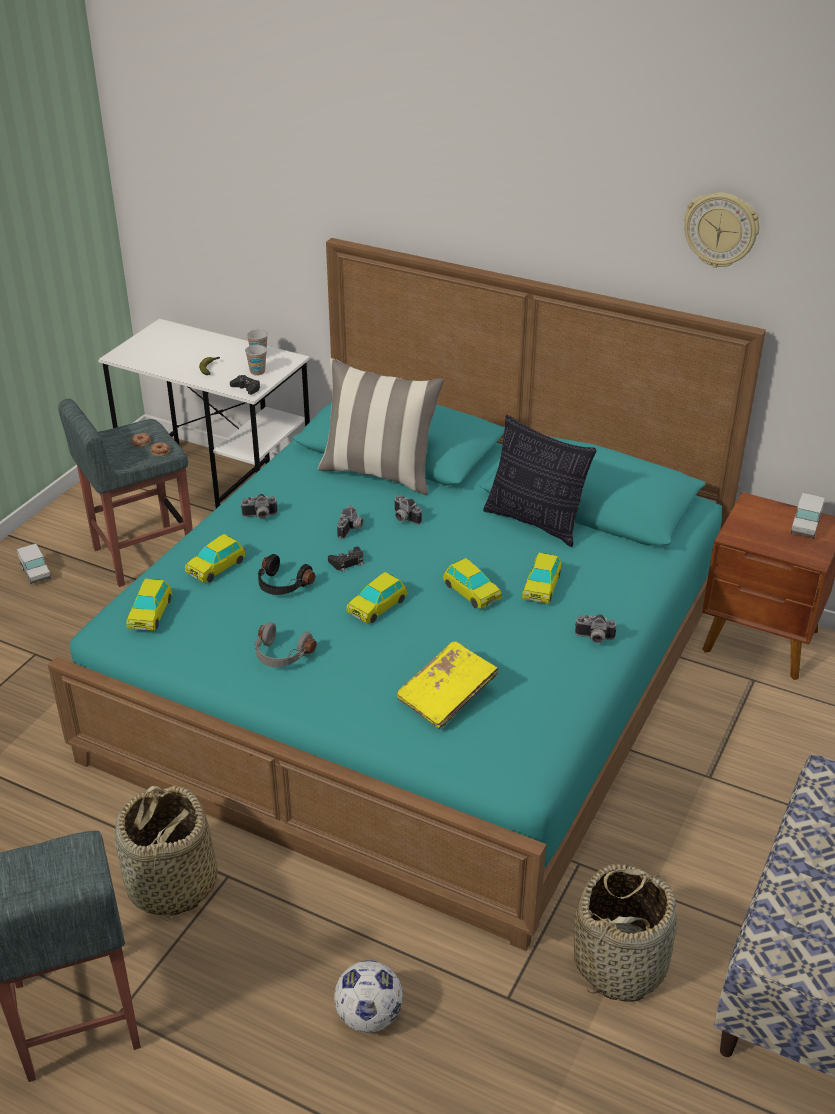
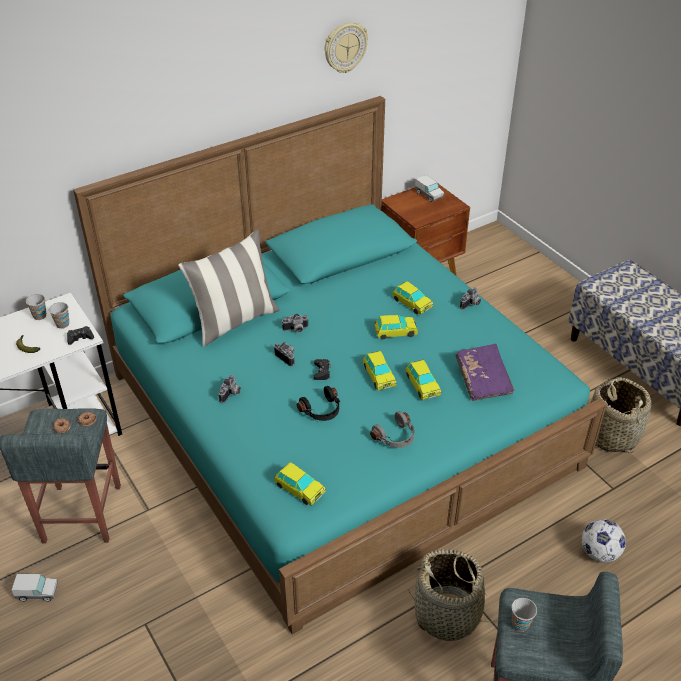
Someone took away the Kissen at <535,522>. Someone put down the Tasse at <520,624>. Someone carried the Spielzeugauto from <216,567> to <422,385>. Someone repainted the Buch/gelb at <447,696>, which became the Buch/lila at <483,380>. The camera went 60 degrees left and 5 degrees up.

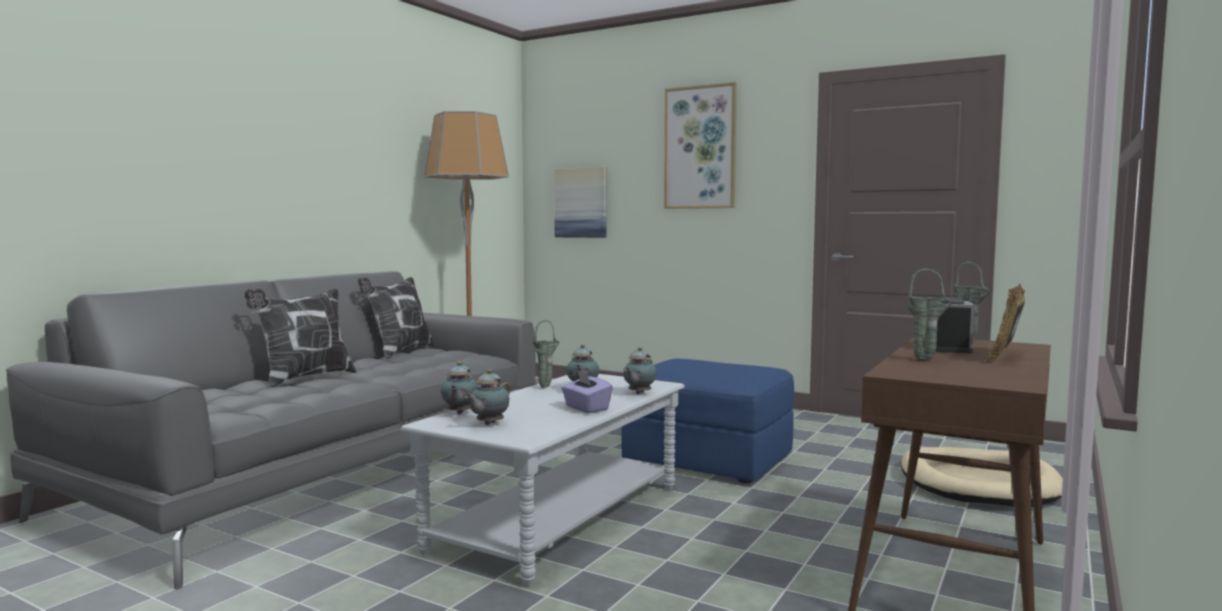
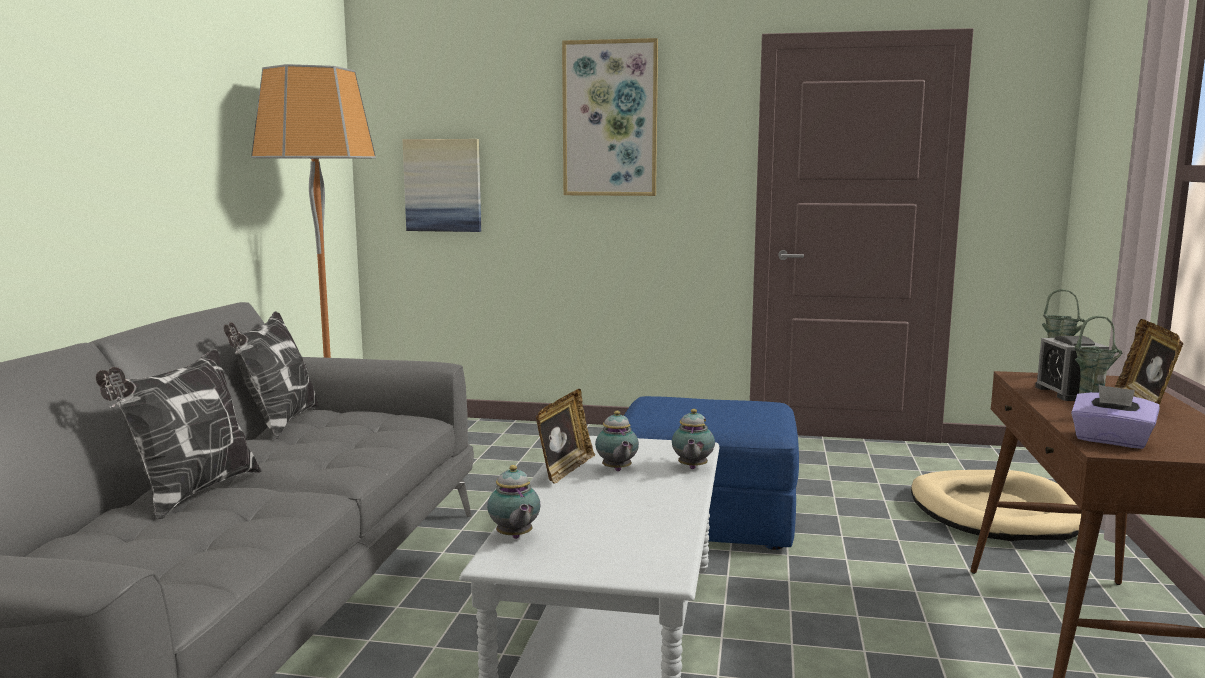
Someone took away the Teekanne at <488,424>. Someone carried the Taschentuchbox/lila from <586,408> to <1111,440>. Someone swapped the Vase/grün at <546,387> for the Bilderrahmen at <565,469>. The camera went 20 degrees left and 5 degrees up.

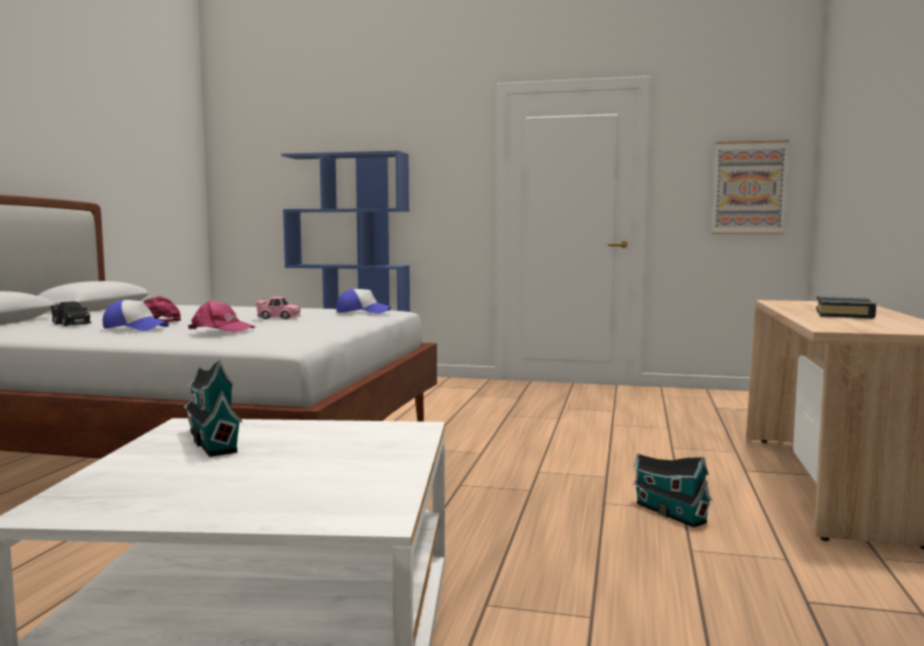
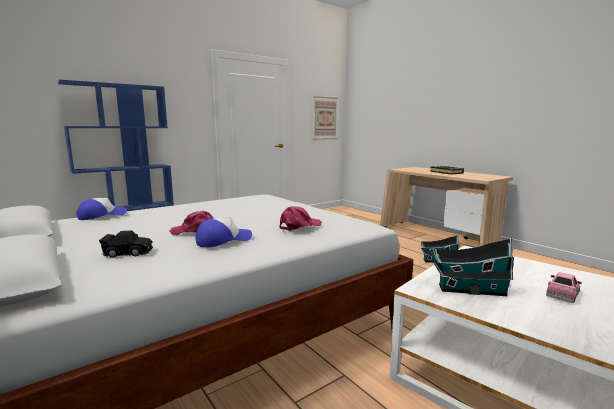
Someone carried the Spielzeugauto/rosa from <279,317> to <562,294>. Someone carried the Kappe from <363,312> to <102,216>. The camera went 50 degrees left and 5 degrees up.

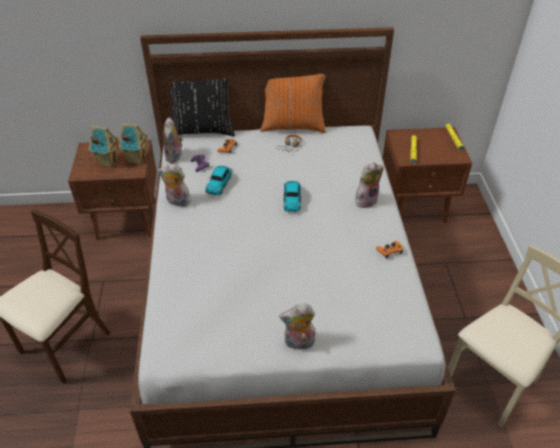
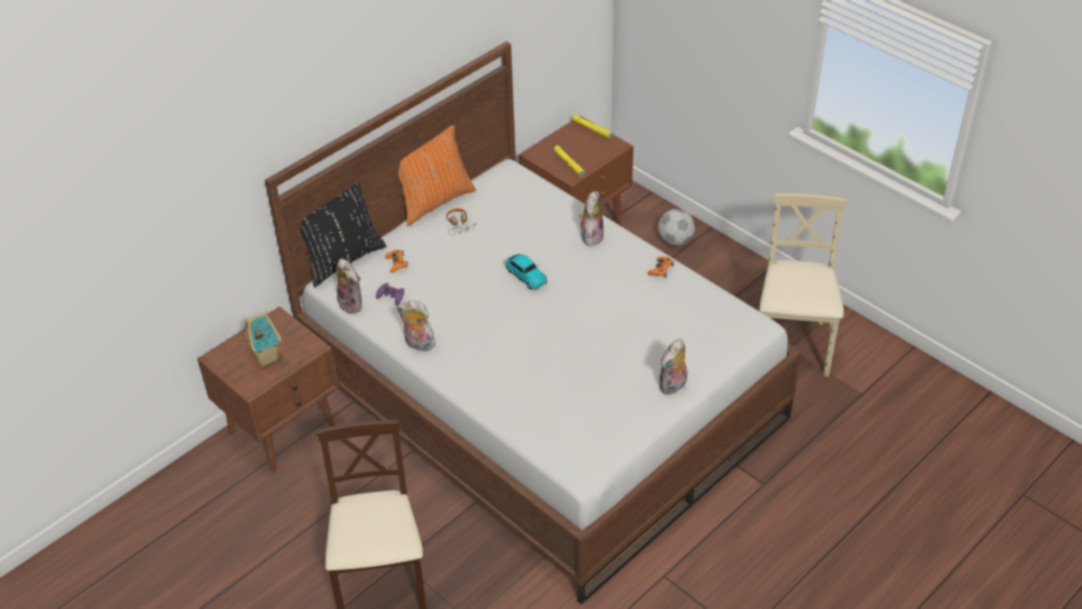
Someone took away the Spielzeughaus at <136,159>. Someone took away the Spielzeugauto at <219,183>. Someone put down the Fußball at <676,240>. Someone rotated the Plüschtier at <177,202> by 45 degrees clockwise. The camera went 40 degrees left and 0 degrees up.

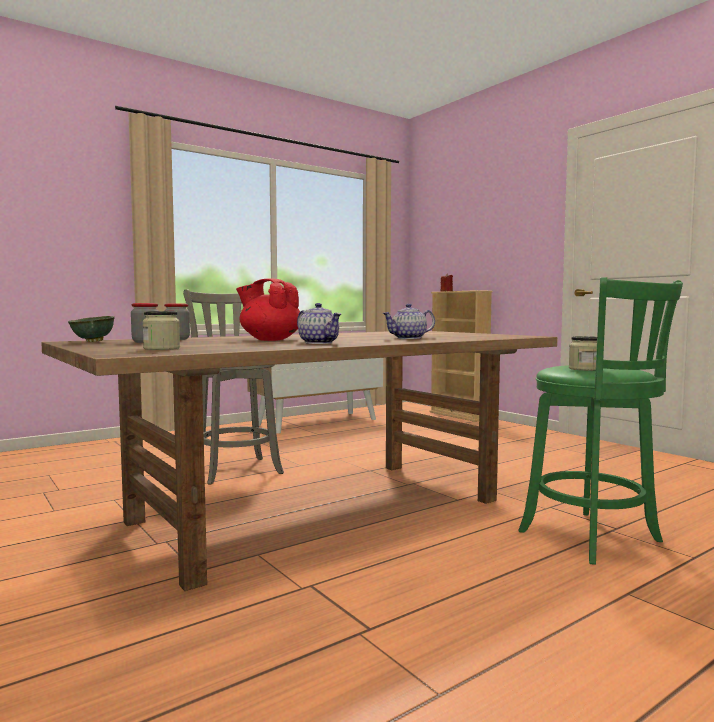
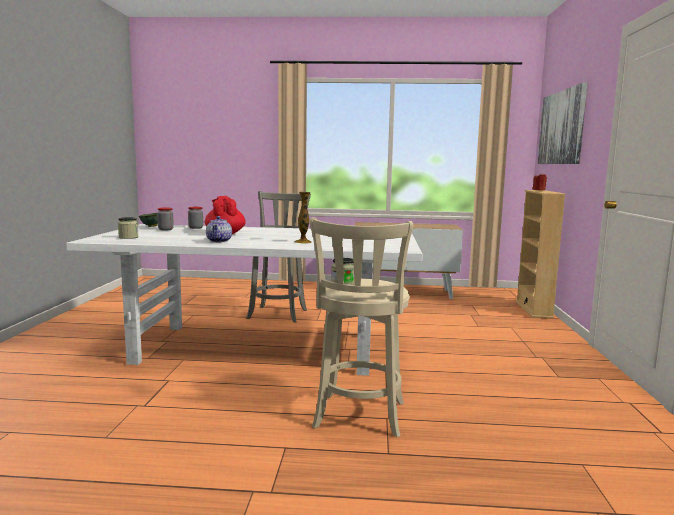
Someone put up the Bild at <562,127>. Someone swapped the Teekanne at <408,338> for the Vase at <303,242>. Someone repainted the Esstisch/braun at <322,510>, which became the Esstisch/weiß at <261,348>. Someone repainted the Hocker/grün at <595,539>, which became the Hocker/beige at <359,417>. The camera went 40 degrees right and 5 degrees up.

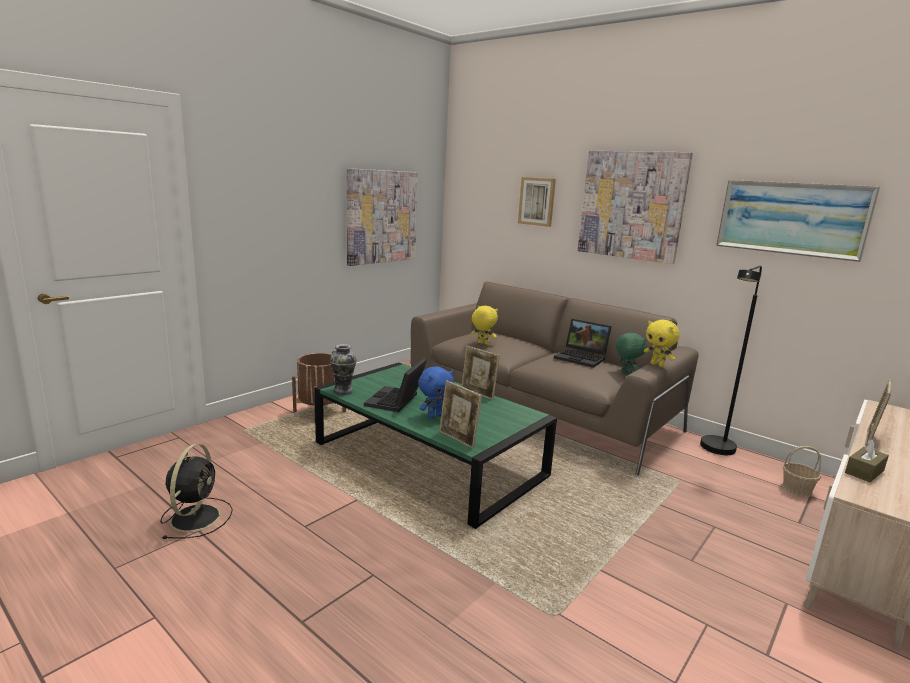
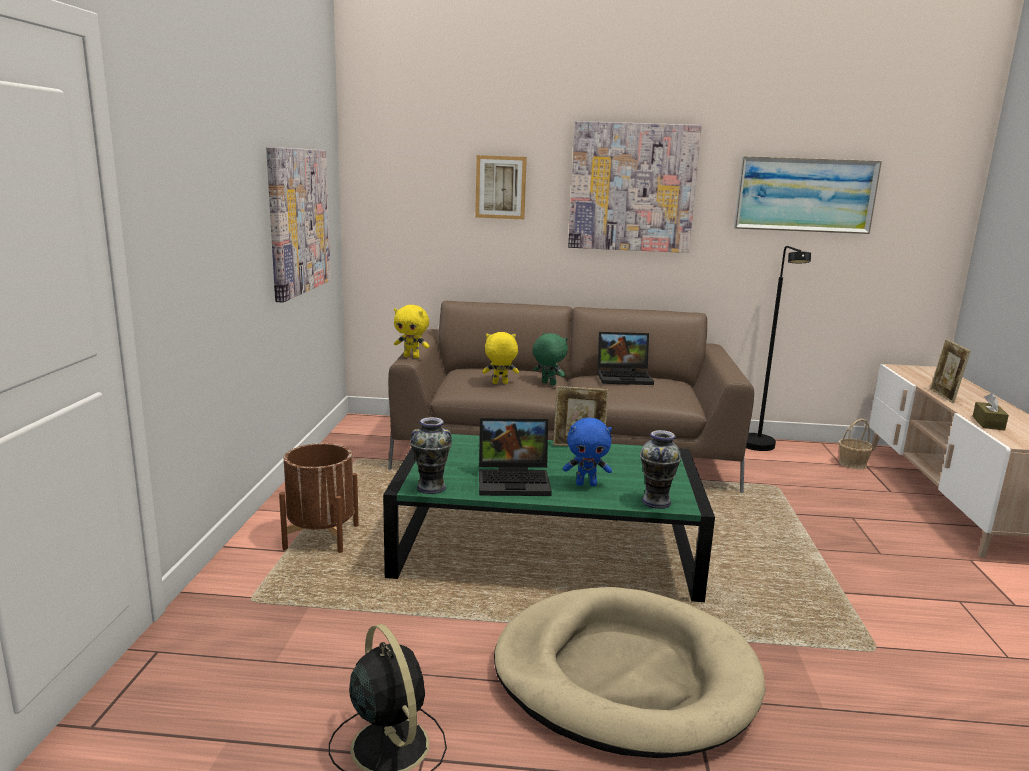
Someone put down the Hundebett/beige at <624,676>. Someone carried the Plüschtier/grün from <626,374> to <548,384>. Someone carried the Plüschtier/gelb from <657,365> to <412,357>. Someone swapped the Bilderrahmen at <458,439> for the Vase at <656,502>. Someone rotated the Laptop at <396,401> by 75 degrees counterclockwise. Someone rotated the Plüschtier/blau at <434,416> by 75 degrees clockwise. The camera went 35 degrees left and 0 degrees up.

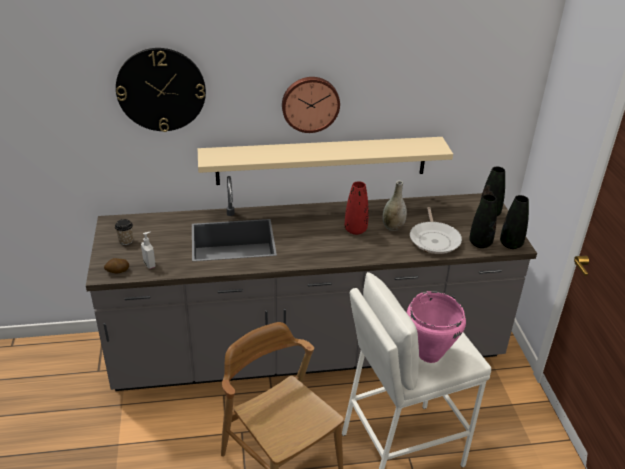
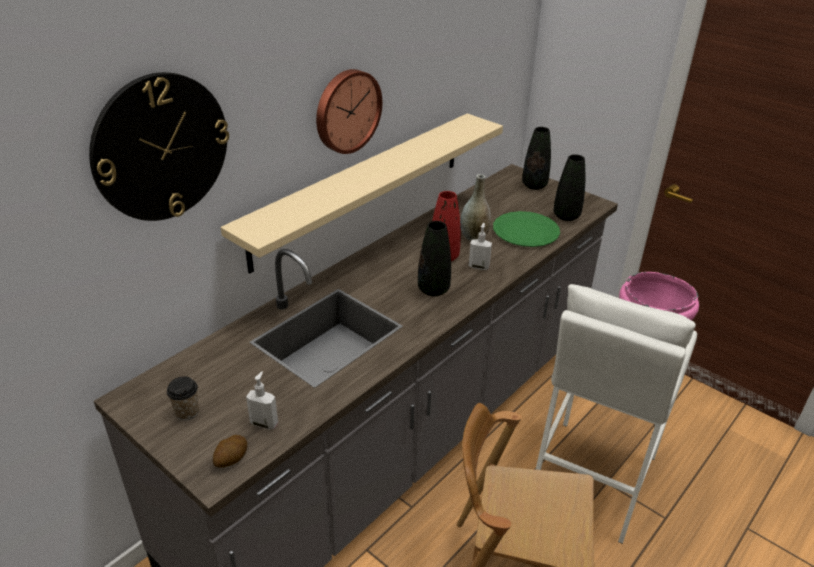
Someone put down the Seifenspender at <479,266>. Someone carried the Vase/schwarz from <510,244> to <433,290>. Someone swapped the Pfanne at <434,239> for the Teller/grün at <526,231>. The camera went 40 degrees left and 0 degrees up.

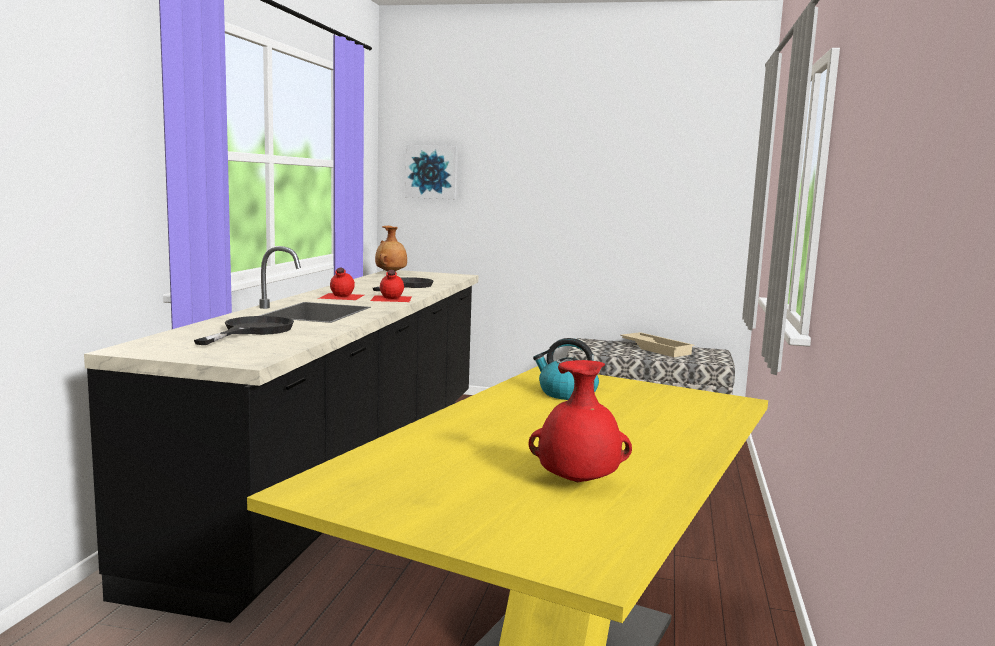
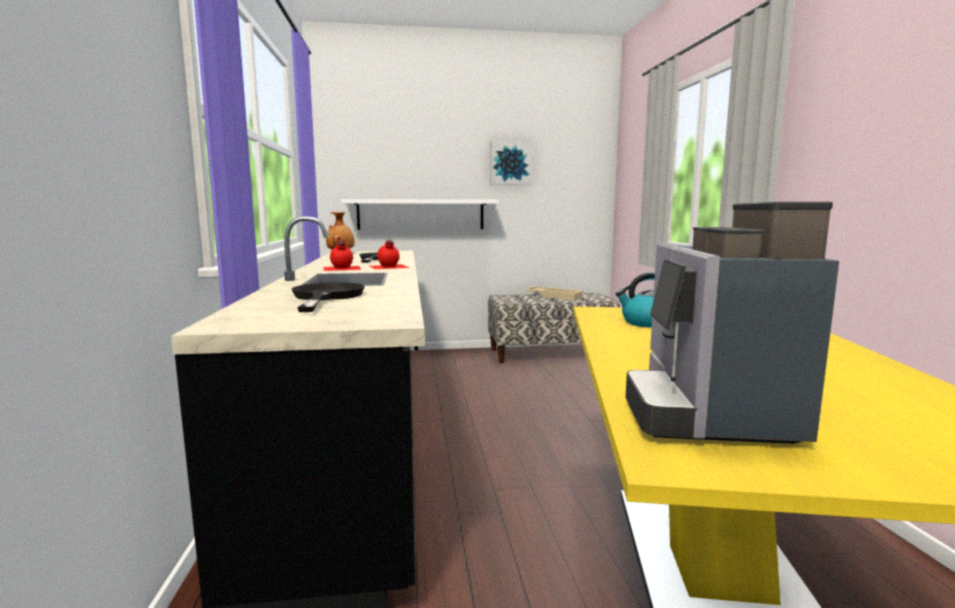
Someone took away the Vase/rot at <578,482>. Someone put up the Wandregal/weiß at <421,214>. Someone put down the Kaffeemaschine at <707,412>. Someone carried the Bild from <432,172> to <510,163>. The camera went 20 degrees left and 0 degrees up.

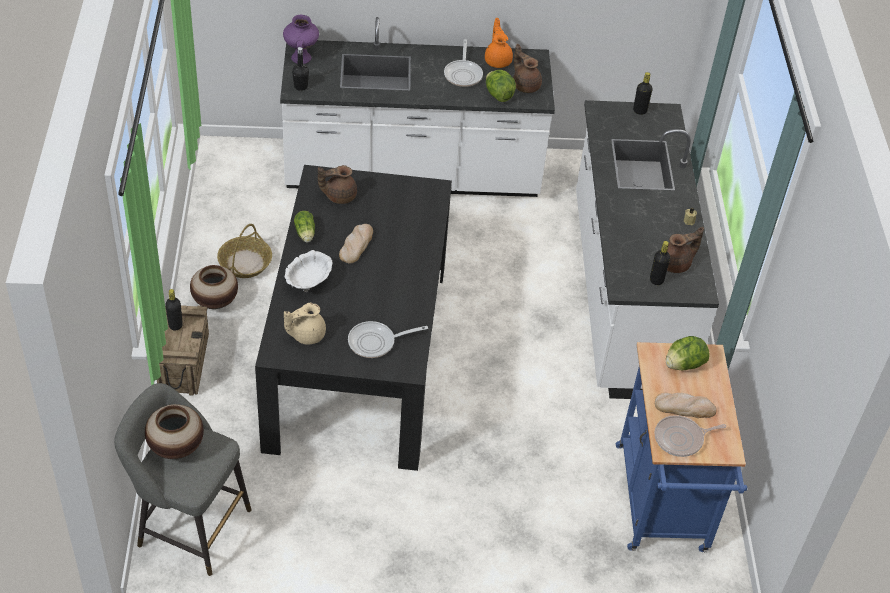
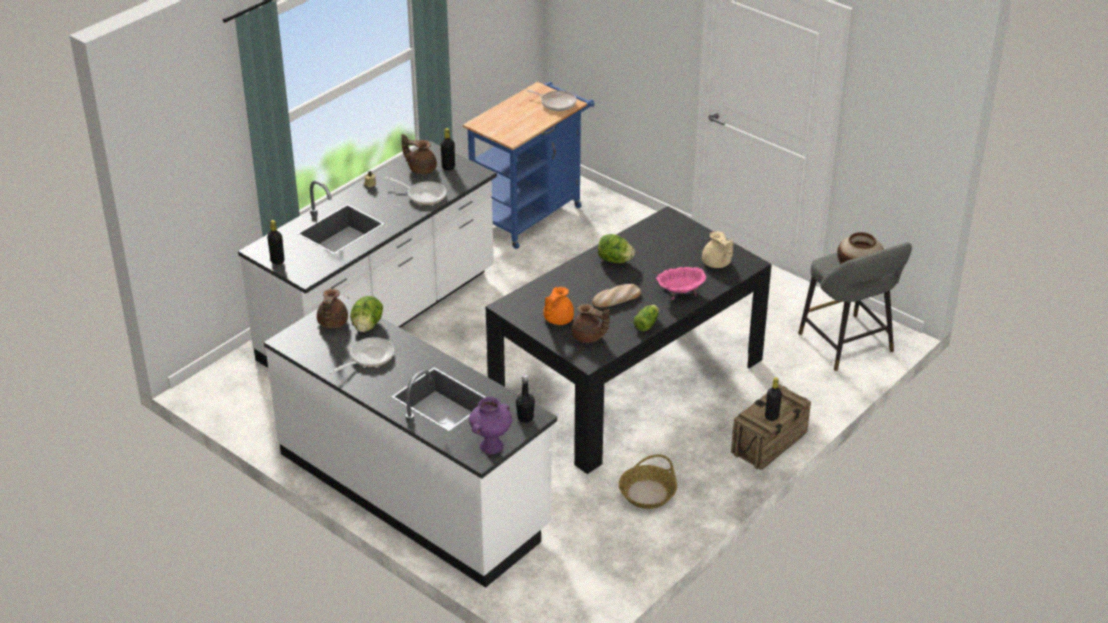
Someone took away the Vase at <215,301>. Someone took away the Brot at <685,407>. Someone carried the Pfanne from <376,342> to <424,195>. Someone carried the Teekanne/orange from <498,60> to <557,319>. Someone carried the Salatkopf from <684,365> to <614,260>. Someone repainted the Schüssel/weiß at <308,283>, which became the Schüssel/rosa at <680,292>. Someone rotated the Teekanne/beige at <306,335> by 45 degrees clockwise. The camera went 135 degrees left and 10 degrees down.

